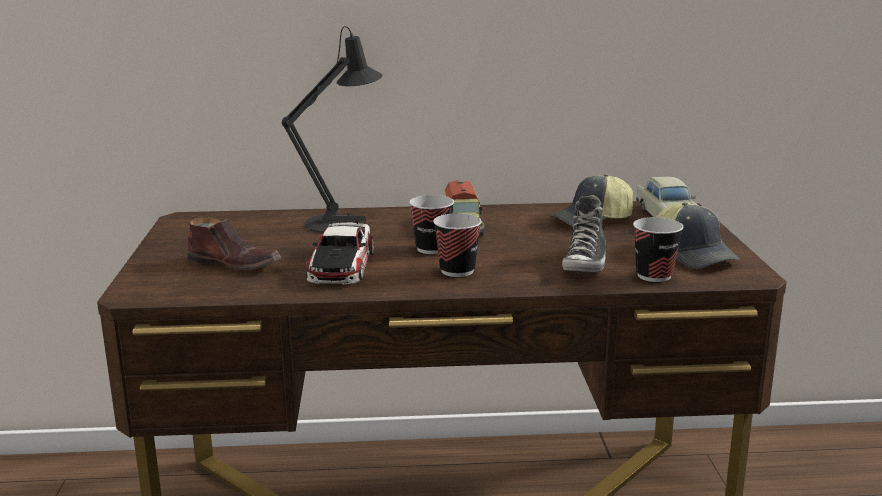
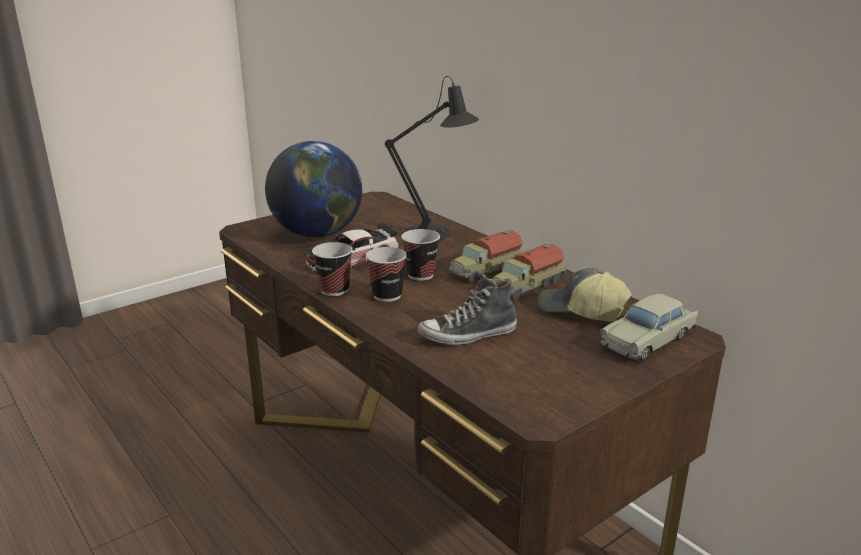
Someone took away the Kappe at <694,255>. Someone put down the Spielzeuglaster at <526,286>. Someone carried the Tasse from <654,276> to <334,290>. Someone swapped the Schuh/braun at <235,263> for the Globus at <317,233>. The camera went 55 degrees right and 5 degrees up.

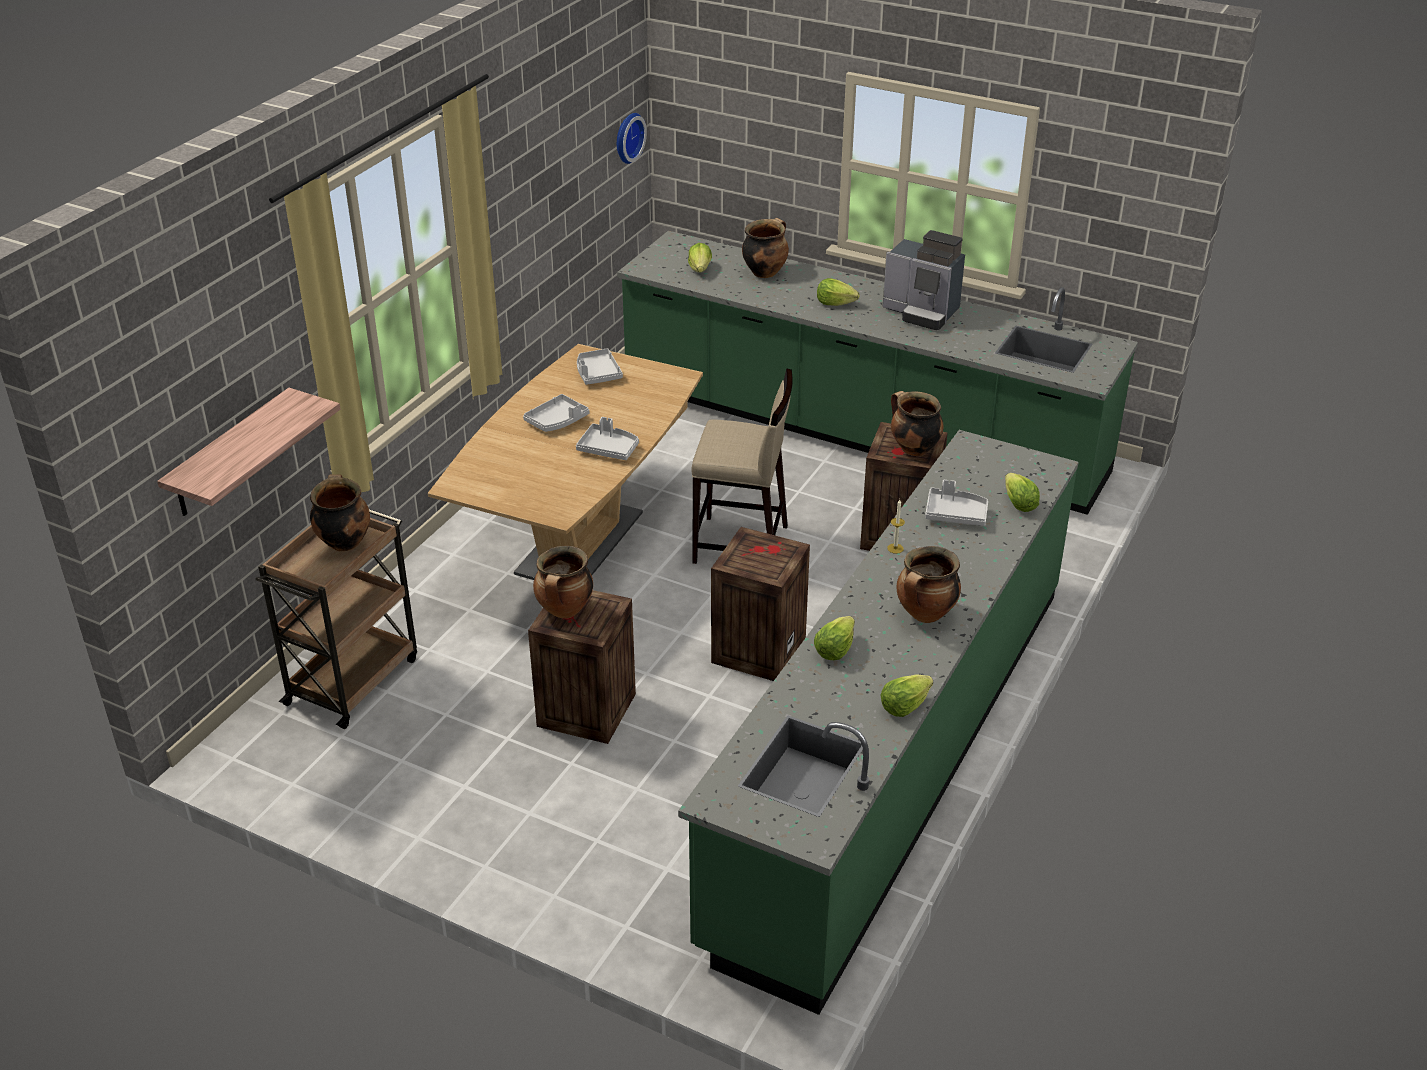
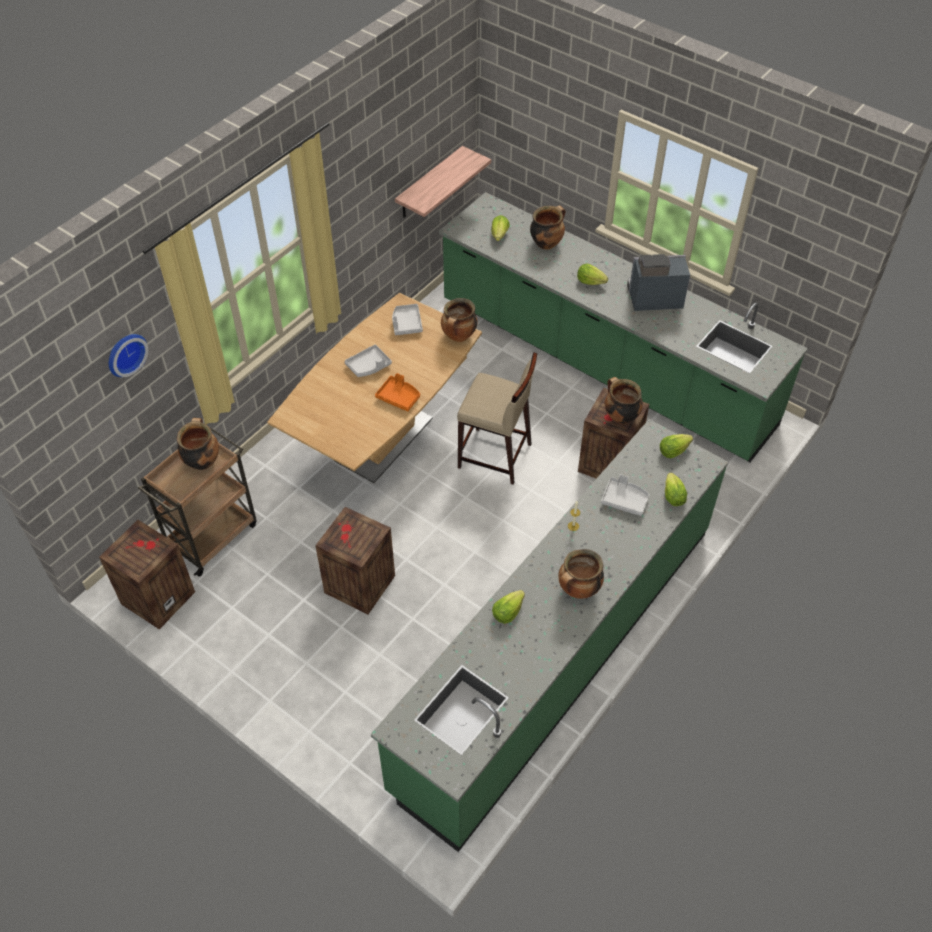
Someone carried the Wandregal from <230,454> to <429,183>. Someone carried the Kochtopf from <565,611> to <459,337>. Someone carried the Wanduhr from <627,137> to <125,353>. Someone carried the Kiste from <758,649> to <158,596>. Someone carried the Salatkopf from <904,706> to <673,451>. Someone repainted the Tablett/grau at <608,449>, which became the Tablett/orange at <399,397>. Someone rotated the Kaffeemaschine at <922,312> by 135 degrees clockwise. The camera went 10 degrees right and 15 degrees up.

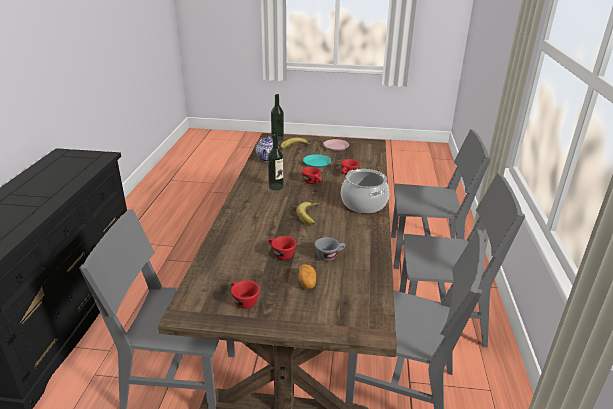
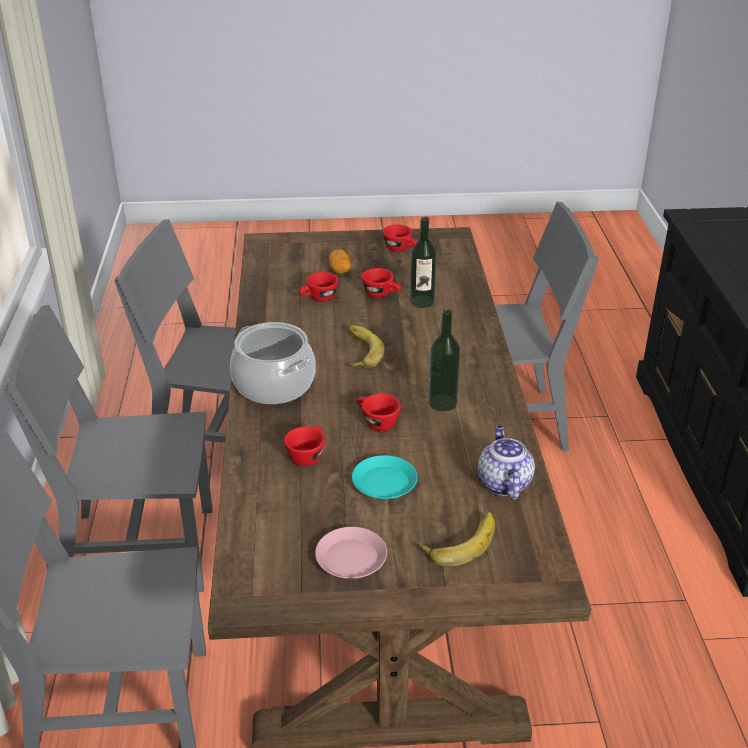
Someone carried the Flasche from <277,138> to <422,301>. Someone repainted the Tasse/grau at <329,256>, which became the Tasse/rot at <318,299>. The camera went 170 degrees right and 5 degrees up.

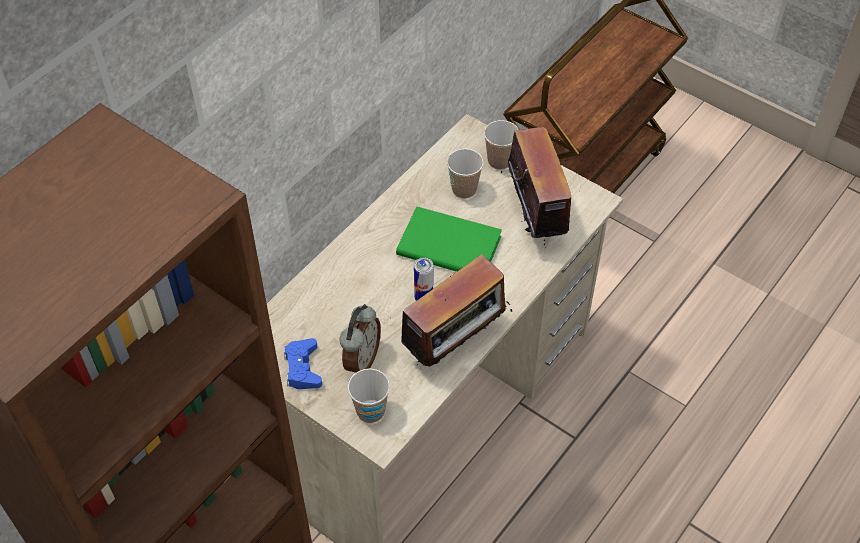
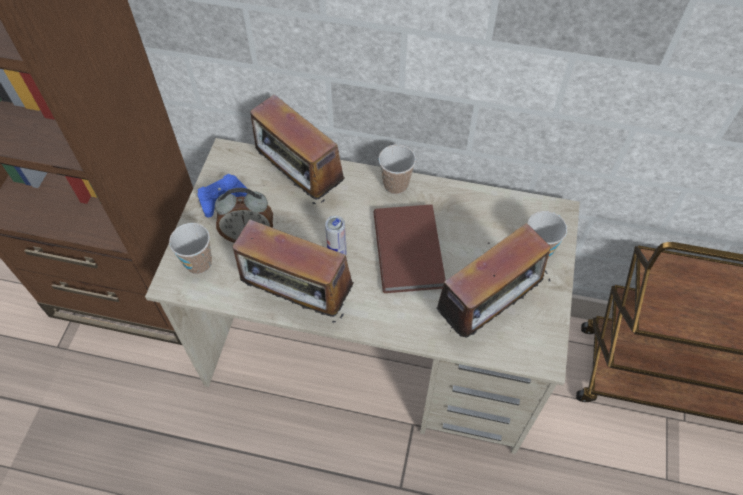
Someone put down the Radio at <300,182>. Someone carried the Tasse from <464,189> to <396,185>. Someone repainted the Buch/grün at <448,243>, which became the Buch/braun at <410,249>. The camera went 65 degrees right and 5 degrees up.

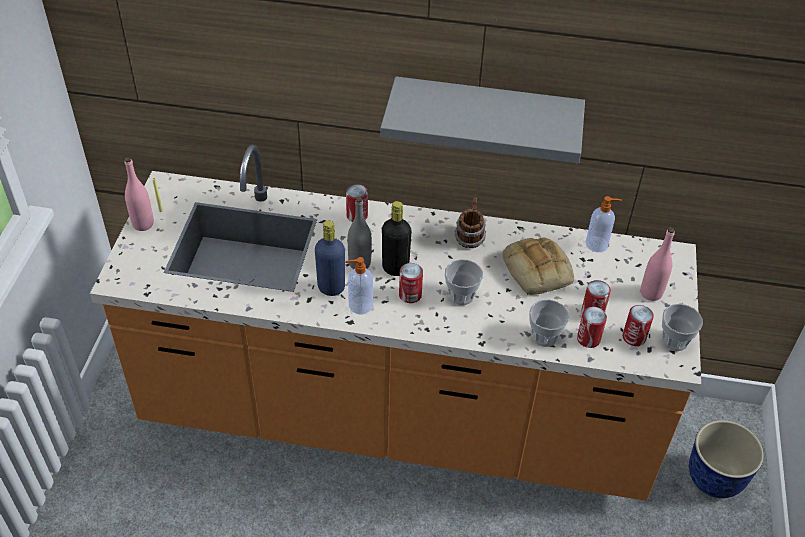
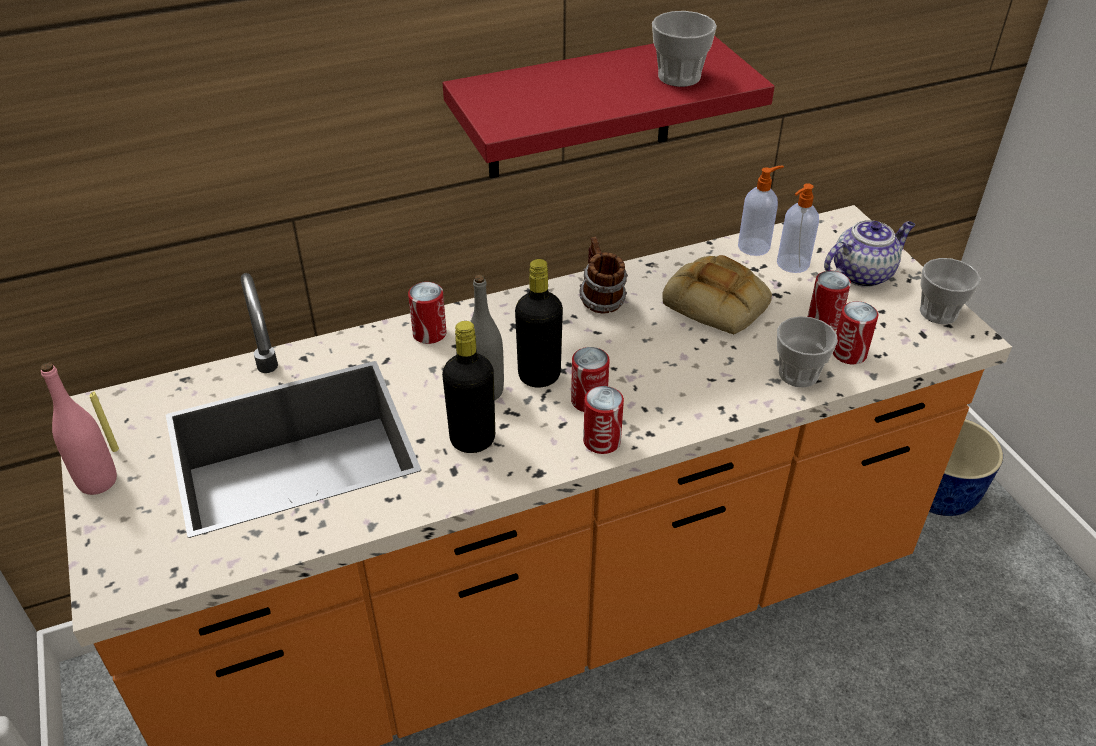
Someone carried the Seifenspender from <359,305> to <792,264>. Someone carried the Tasse from <461,295> to <679,77>. Someone carried the Dose from <634,337> to <602,441>. Someone swapped the Flasche/rosa at <651,293> for the Teekanne at <862,273>. Someone repainted the Flasche/blau at <331,287>, which became the Flasche/schwarz at <472,440>. Someone repainted the Wandregal/grau at <486,117>, which became the Wandregal/rot at <580,108>. The camera went 30 degrees left and 5 degrees down.

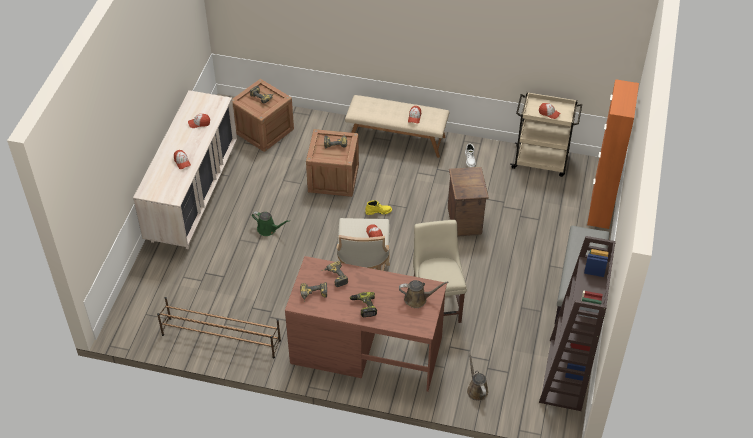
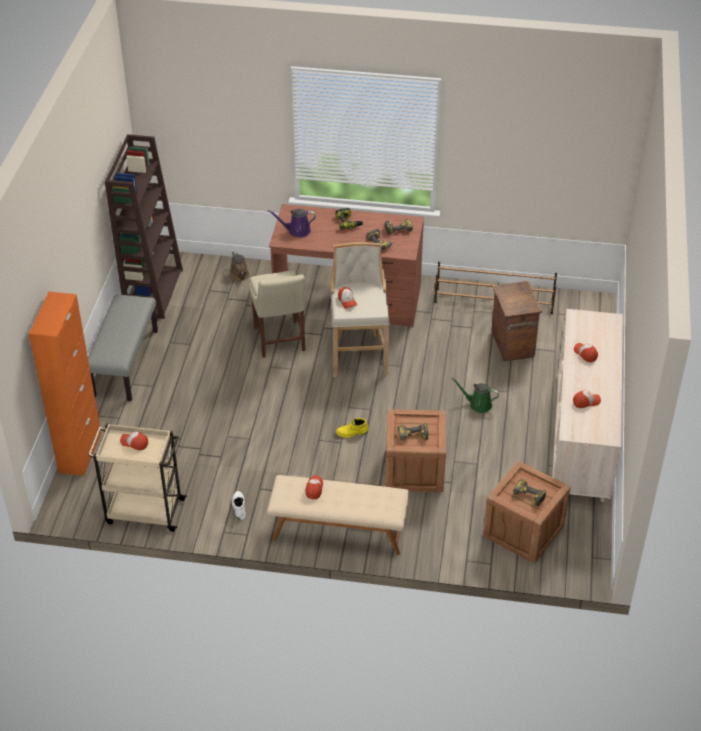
Someone carried the Kiste from <464,220> to <512,345>. Someone repainted the Gießkanne/braun at <418,299>, which became the Gießkanne/lila at <297,231>. The camera went 175 degrees right and 5 degrees down.

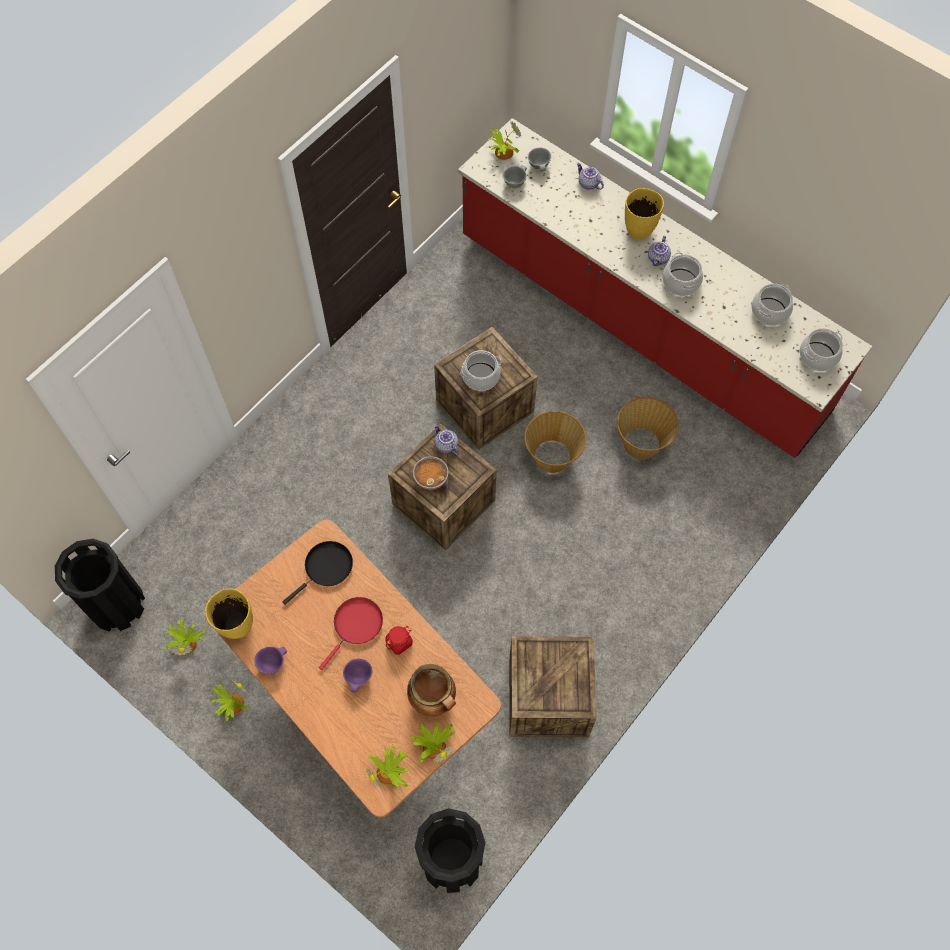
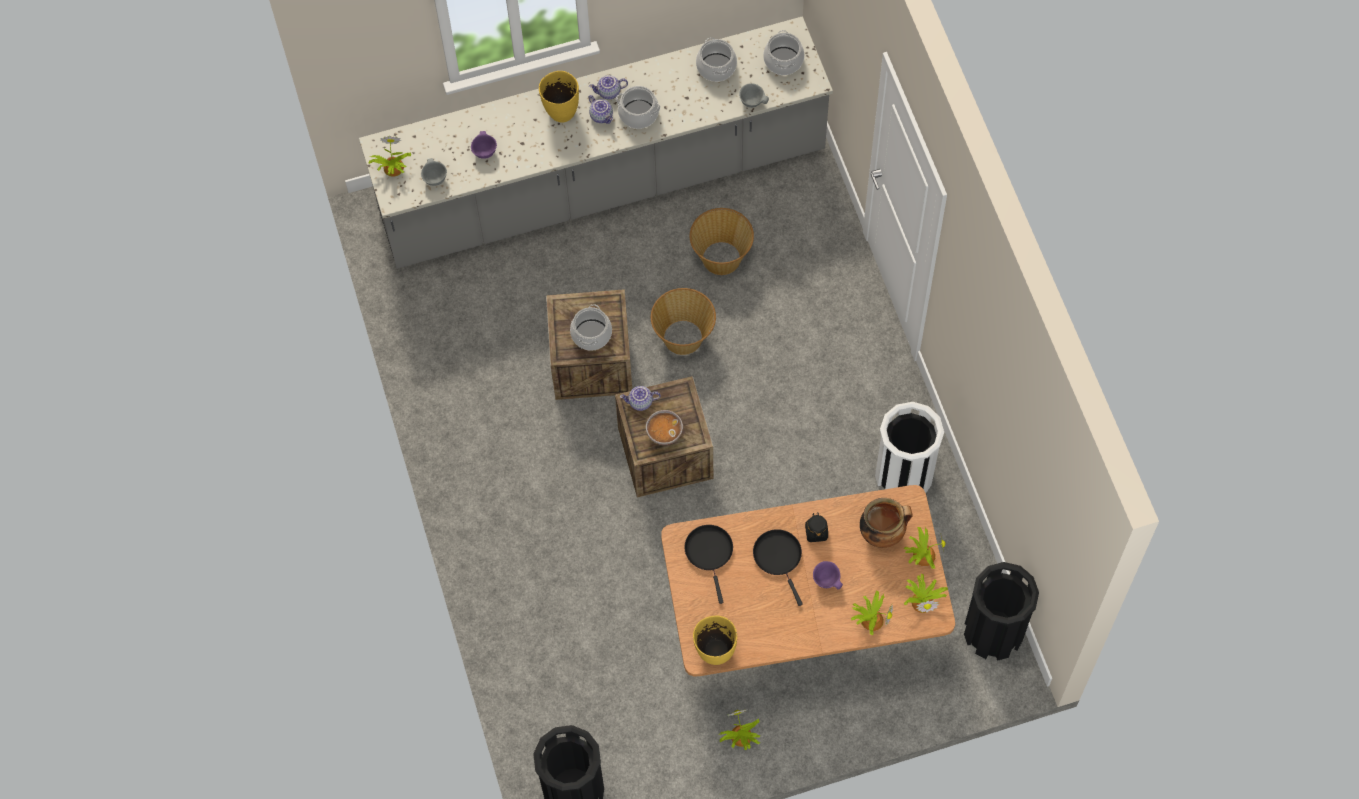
Someone carried the Topfpflanze from <187,643> to <871,619>. Someone carried the Schüssel/lila from <272,663> to <484,152>. Someone carried the Schüssel/grau from <539,166> to <752,102>. Someone carried the Teekanne from <588,184> to <609,93>. Someone swapped the Kiste at <548,697> for the Mülleimer/weiß at <904,475>. Someone repainted the Pfanne/rot at <356,625>, which became the Pfanne/schwarz at <779,557>. Someone repainted the Vorratsglas/rot at <399,642>, which became the Vorratsglas/schwarz at <816,532>. Someone repainted the Küchenzeile/rot at <640,325>, which became the Küchenzeile/grau at <602,184>. The camera went 55 degrees left and 0 degrees up.

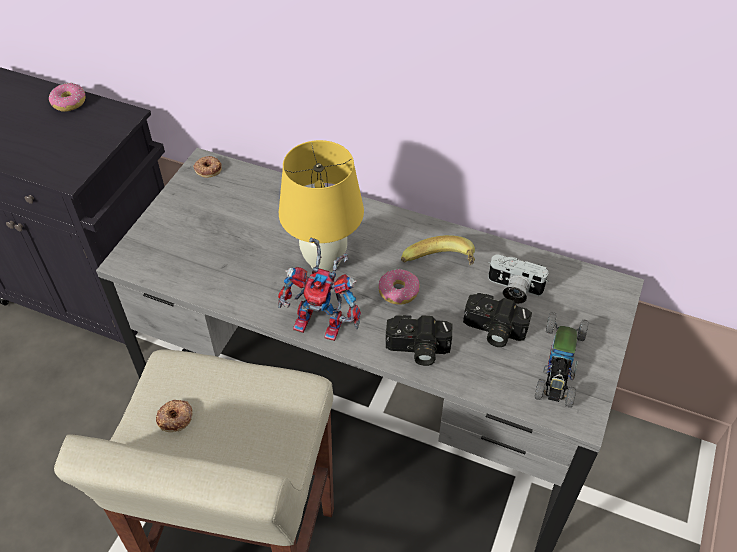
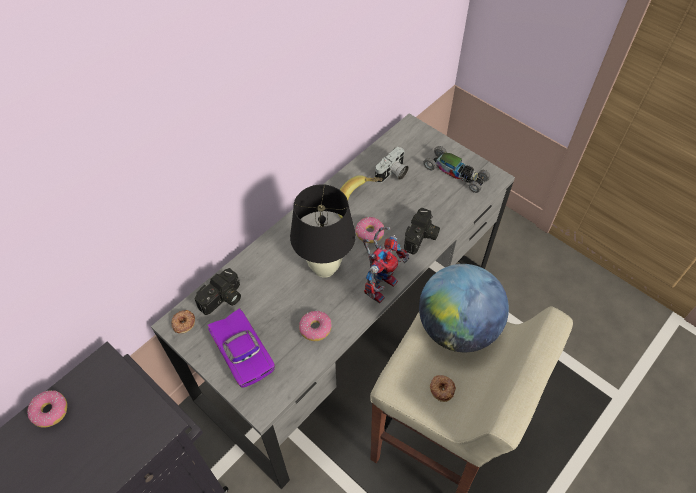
Someone put down the Spielzeugauto/lila at <244,350>. Someone put down the Donut at <315,328>. Someone put down the Globus at <457,328>. Someone carried the Kamera from <493,331> to <223,299>. Someone repainted the Tischlampe/gelb at <324,262>, which became the Tischlampe/schwarz at <324,268>. The camera went 70 degrees left and 5 degrees up.

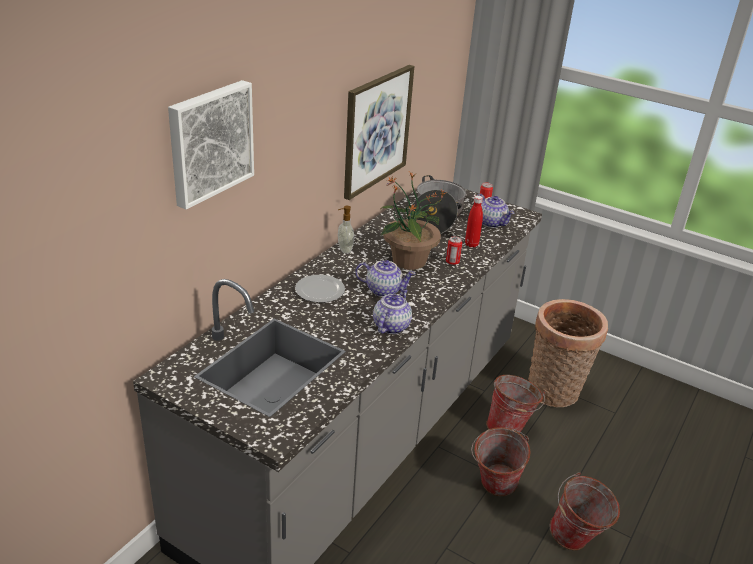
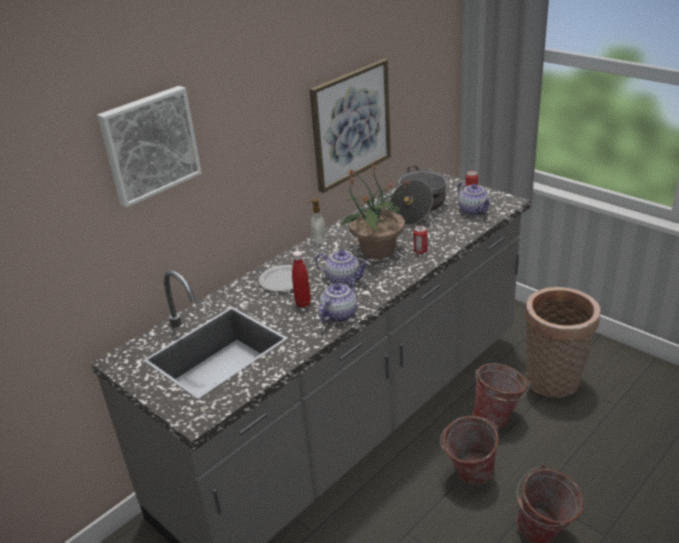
Someone carried the Flasche/rot from <471,244> to <303,303>. The camera went 15 degrees right and 0 degrees up.

